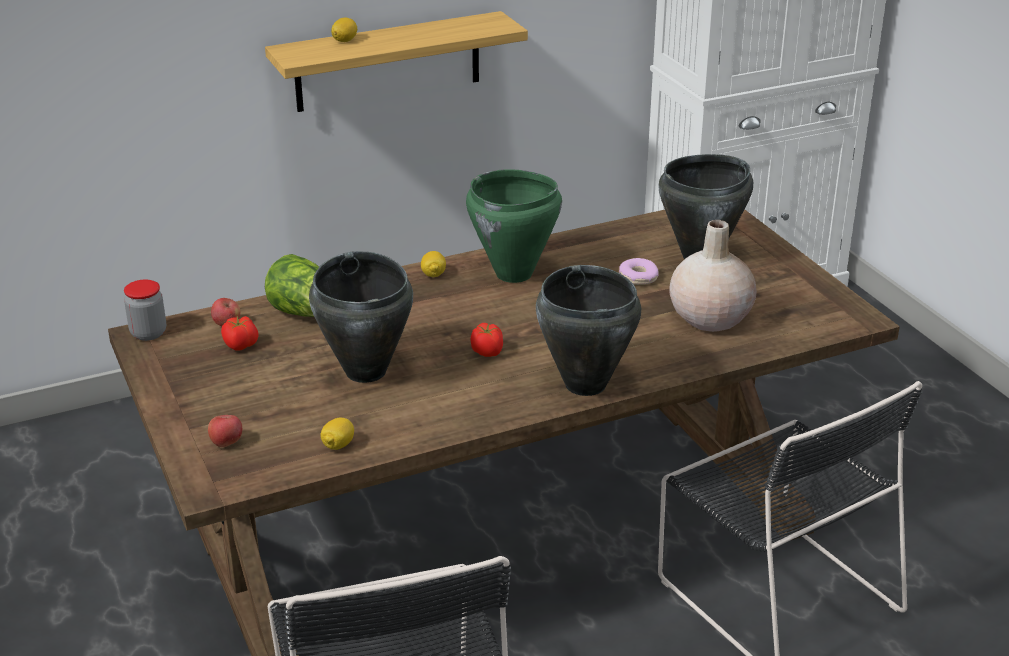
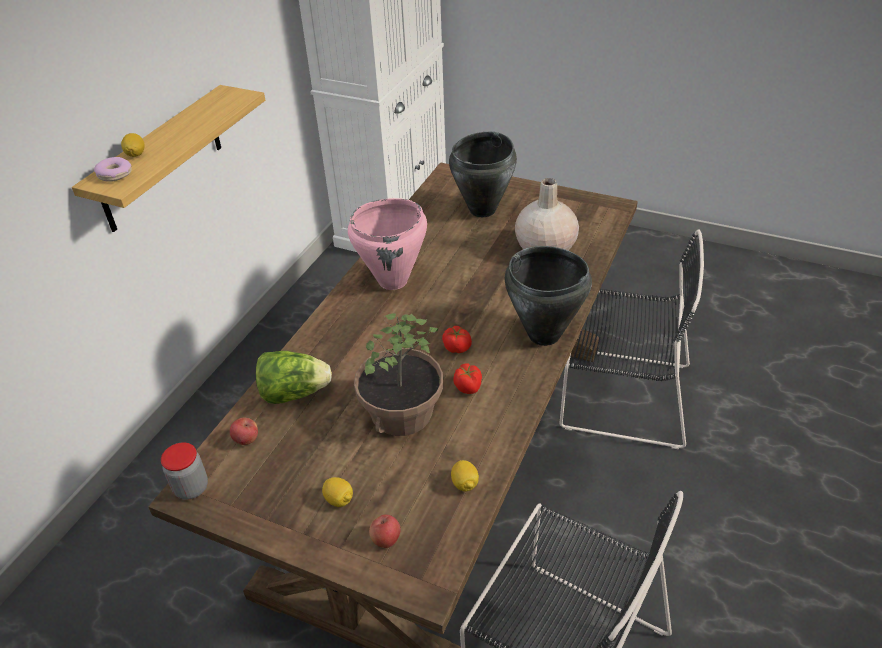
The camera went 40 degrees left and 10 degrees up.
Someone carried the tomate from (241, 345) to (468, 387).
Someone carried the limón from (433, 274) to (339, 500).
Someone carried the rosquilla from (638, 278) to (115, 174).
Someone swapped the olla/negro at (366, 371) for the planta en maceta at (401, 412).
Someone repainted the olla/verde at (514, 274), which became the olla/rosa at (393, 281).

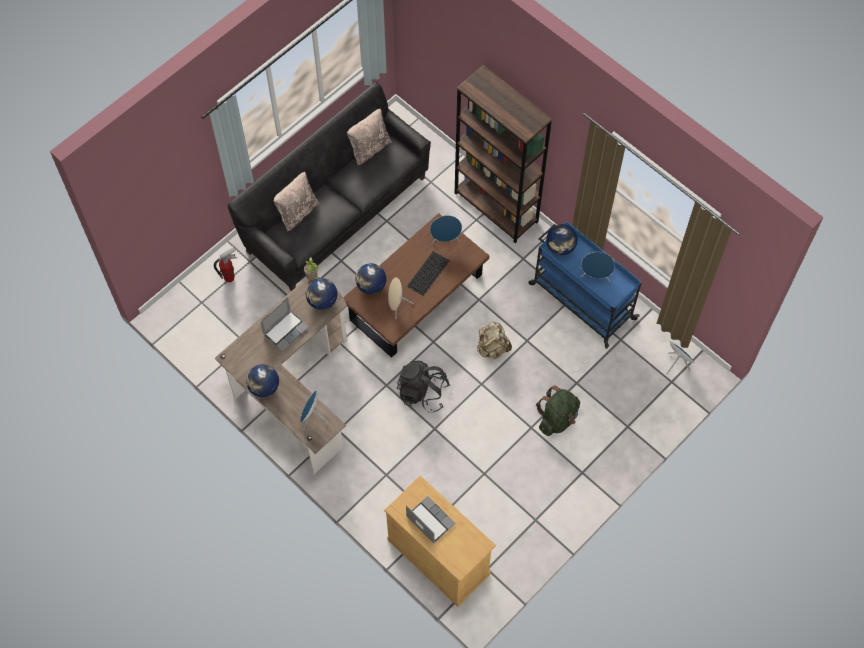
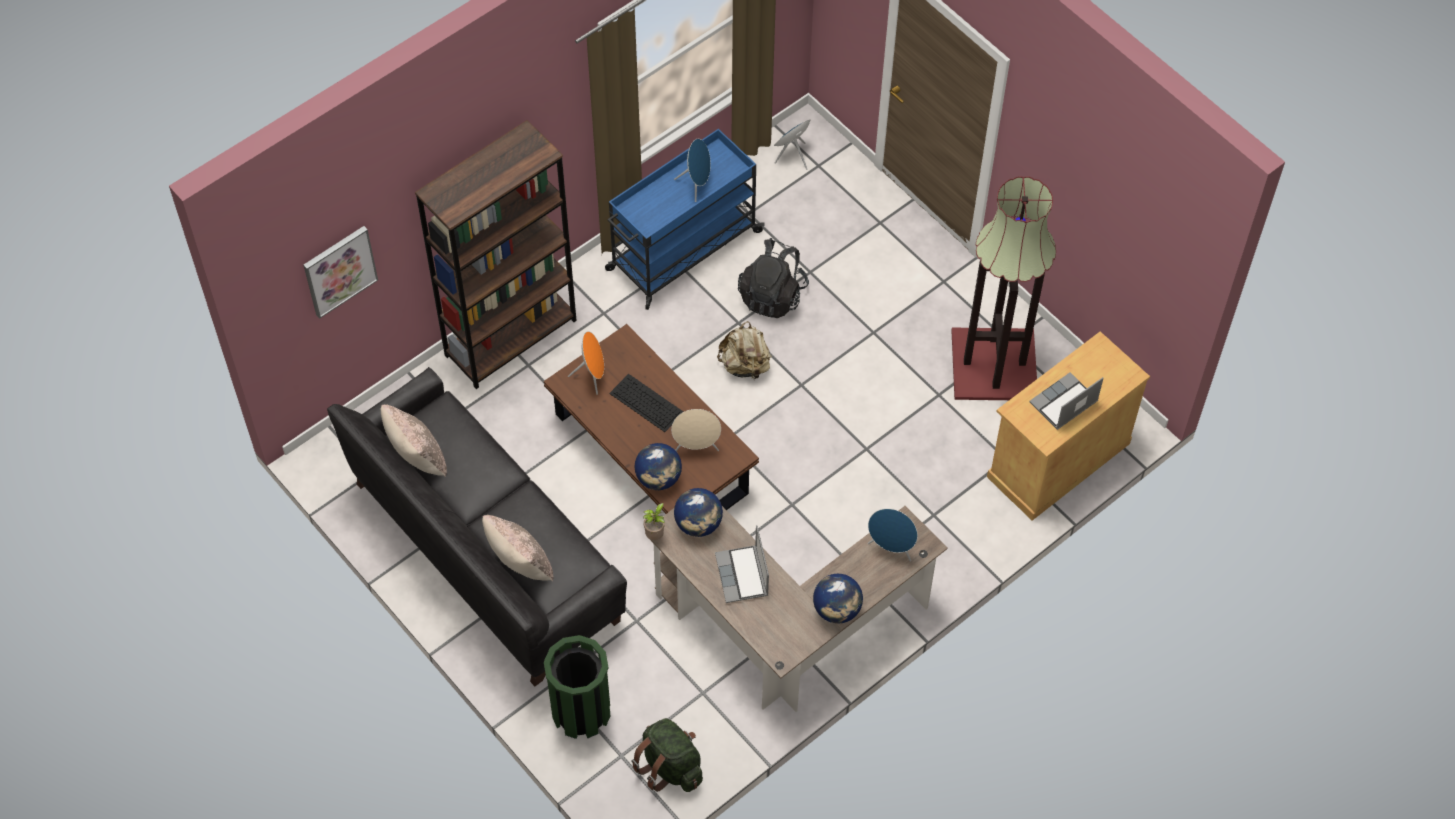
The camera went 85 degrees left and 5 degrees down.
Someone took away the globo terráqueo at (560, 247).
Someone put up the cuadro at (339, 270).
Someone put down the lámpara de pie at (995, 366).
Someone carried the mochila/negro from (422, 392) to (772, 295).
Someone carried the mochila/verde from (557, 418) to (670, 766).
Someone swapped the extintor at (229, 278) for the papelera/verde at (581, 712).
Someone repainted the altavoz/azul at (445, 240), which became the altavoz/naranja at (592, 376).
Someone rotated the portátil at (286, 330) by 150 degrees counterclockwise.

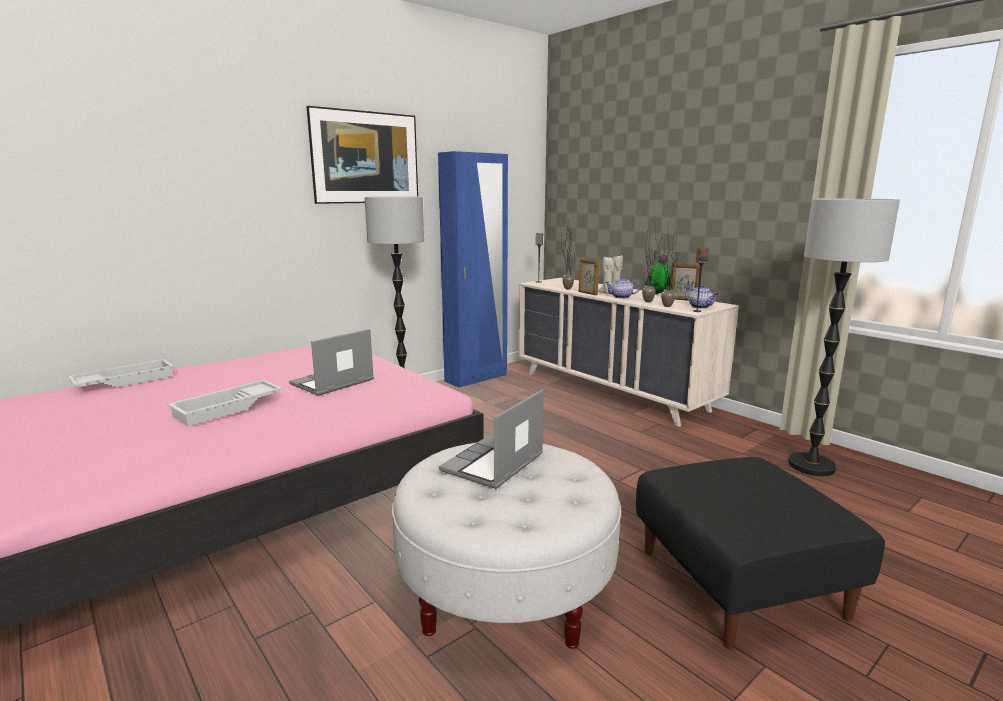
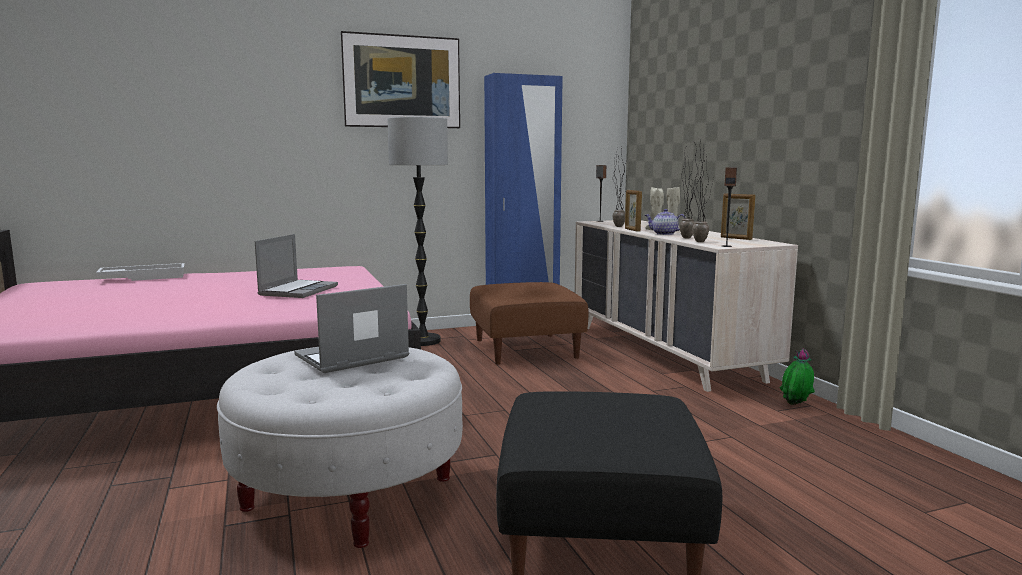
The camera went 20 degrees right and 5 degrees down.
Someone took away the bandeja/blanco at (228, 408).
Someone took away the tetera at (700, 307).
Someone took away the lámpara de pie at (811, 466).
Someone put down the puf/marrón at (526, 348).
Someone carried the planta en maceta from (658, 294) to (795, 405).
Someone rotated the portátil at (332, 383) by 135 degrees clockwise.

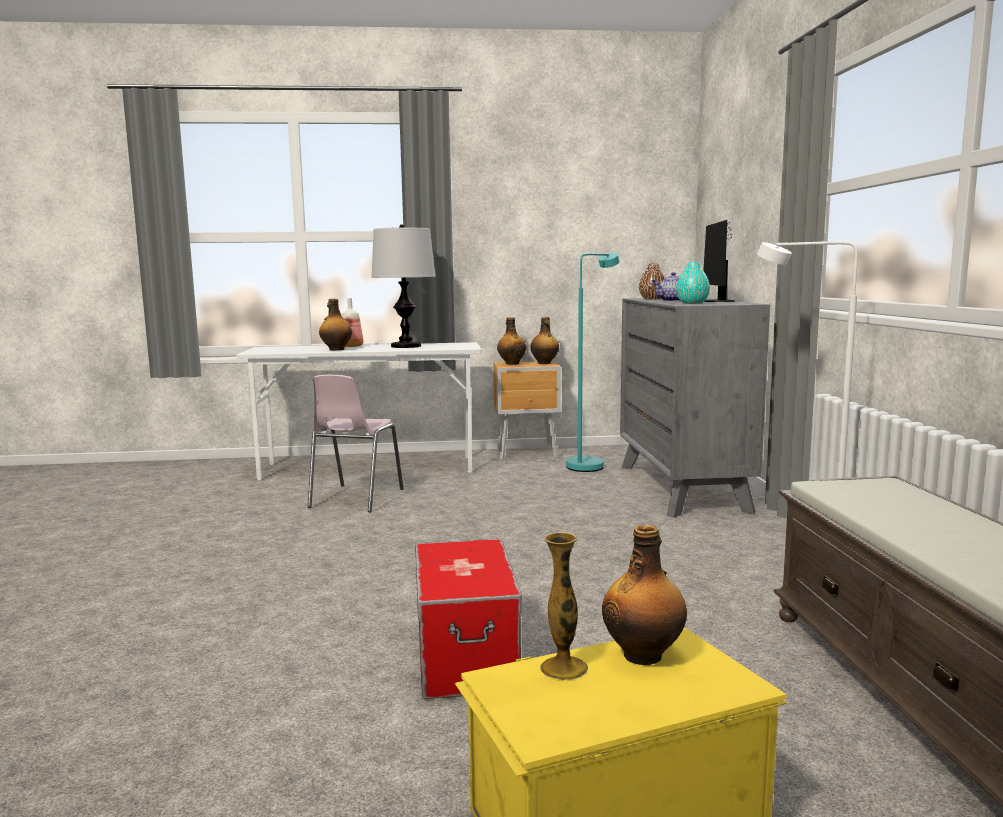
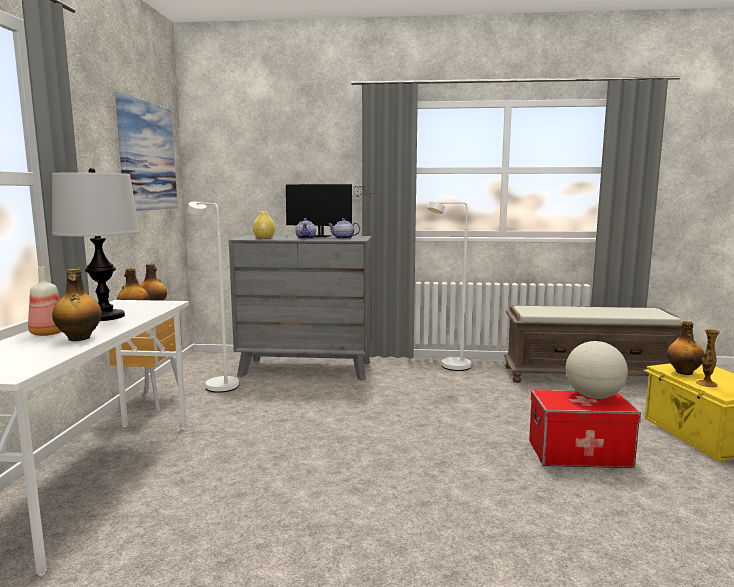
The camera went 80 degrees left and 0 degrees up.
Someone took away the silla/rosa at (355, 499).
Someone put up the cuadro at (147, 156).
Someone put down the globo terráqueo at (593, 397).
Someone swapped the florero/turquesa at (692, 303) for the tetera at (343, 238).
Someone repainted the lámpara de pie/turquesa at (590, 464), which became the lámpara de pie/blanco at (218, 384).
Someone repainted the florero/marrón at (652, 299), which became the florero/amarillo at (264, 238).

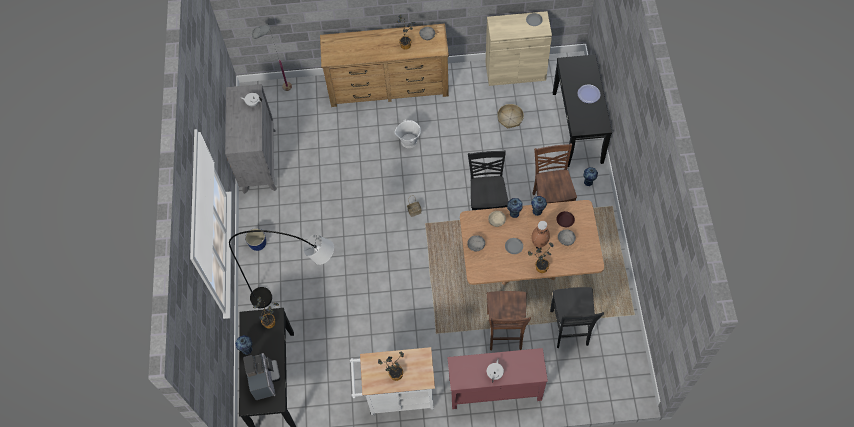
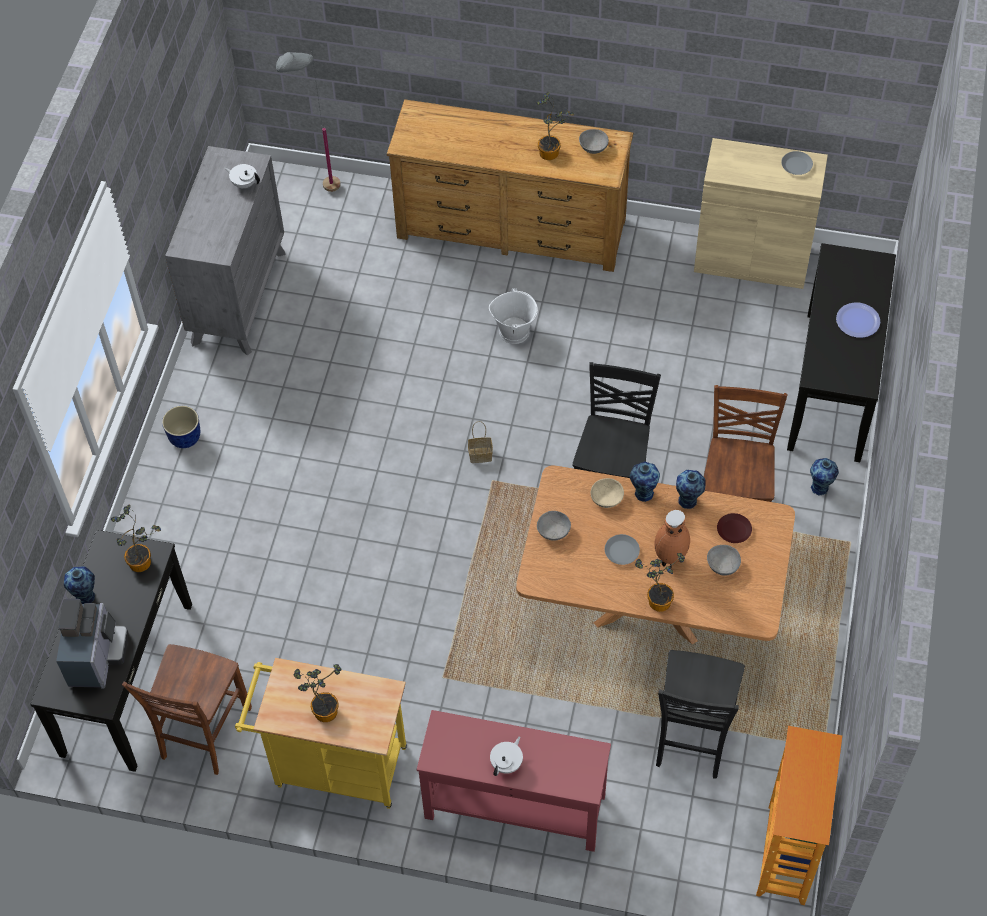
The camera went 15 degrees right and 5 degrees down.
Someone took away the lámpara de pie/gris at (302, 300).
Someone took away the cesta at (510, 118).
Someone put down the estantería at (787, 855).
Someone carried the silla/marrón from (505, 332) to (203, 734).
Someone repainted the carrito/blanco at (396, 395), which became the carrito/amarillo at (333, 765).

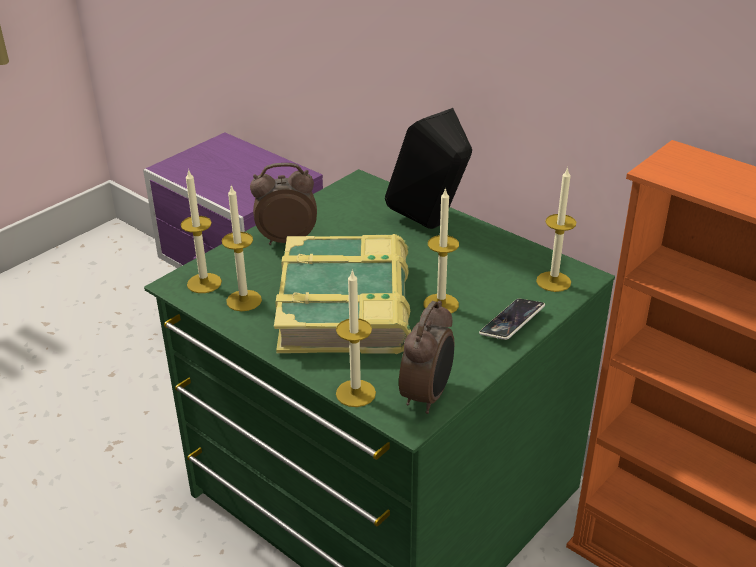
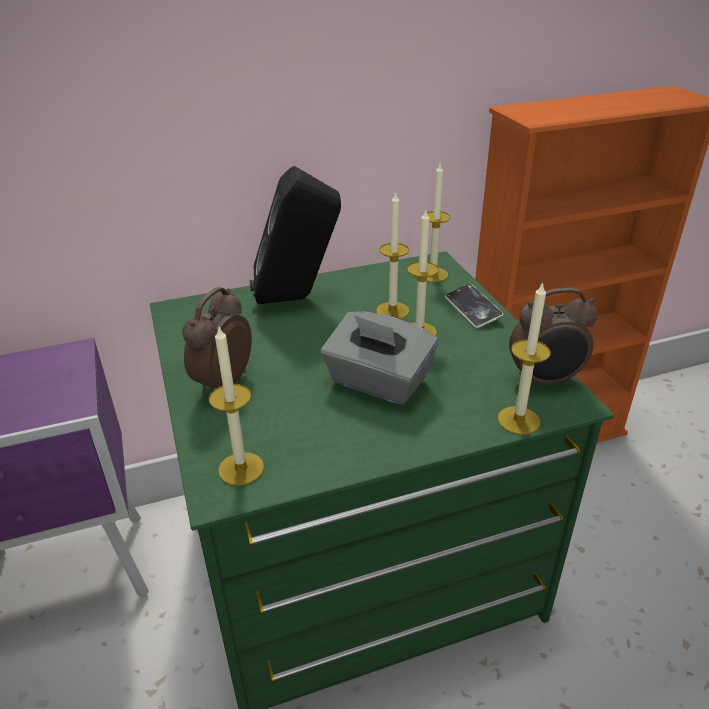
The camera went 60 degrees left and 0 degrees up.
Someone carried the vela from (244, 300) to (392, 311).
Someone swapped the libro at (347, 306) for the caja de pañuelos/gris at (378, 382).
Someone rotated the despertador at (427, 396) by 120 degrees clockwise.

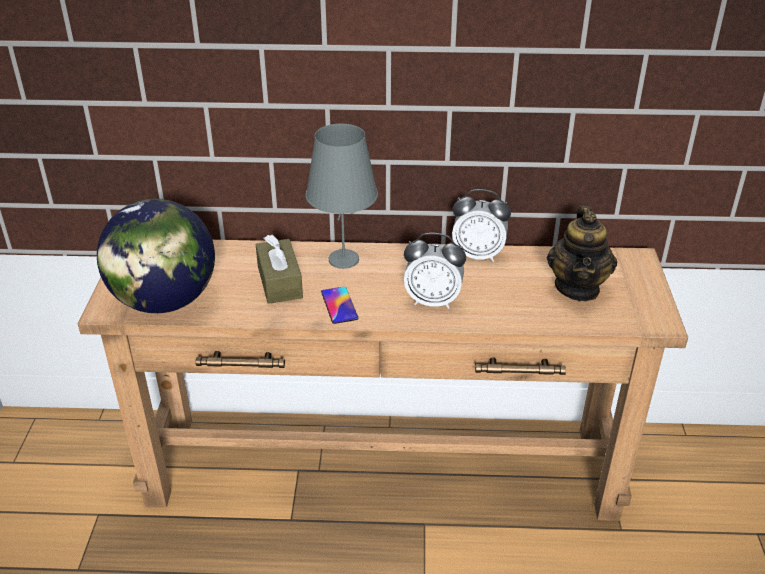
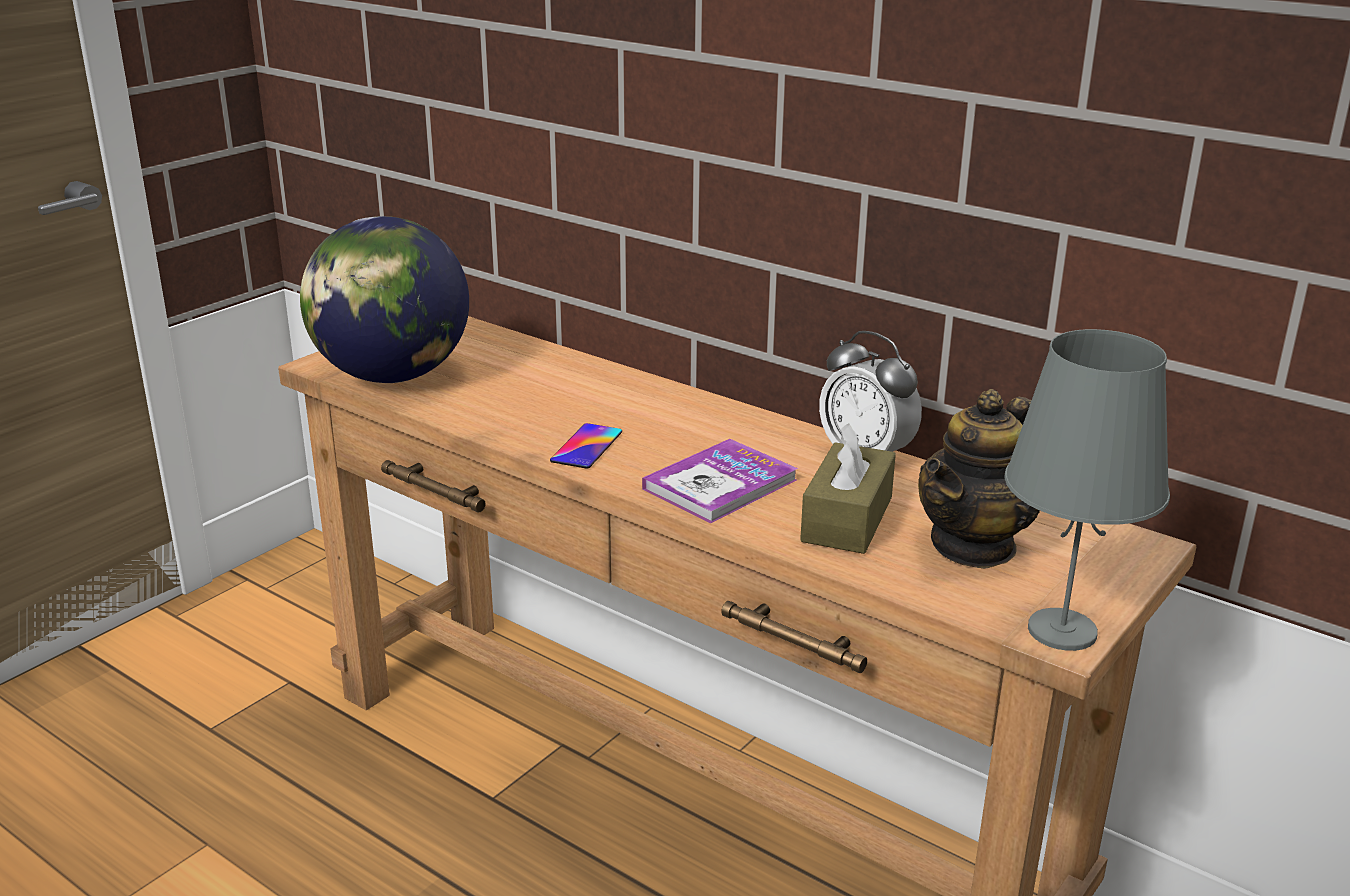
The camera went 35 degrees right and 10 degrees down.
Someone carried the caja de pañuelos/marrón from (279, 282) to (847, 519).
Someone carried the lámpara de mesa/gris from (343, 259) to (1062, 630).
Someone swapped the despertador at (433, 301) for the libro at (720, 484).

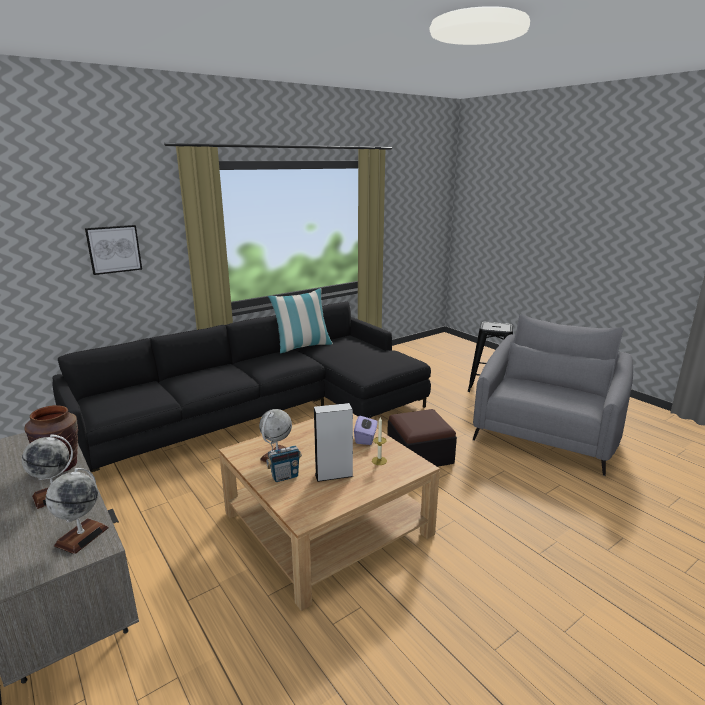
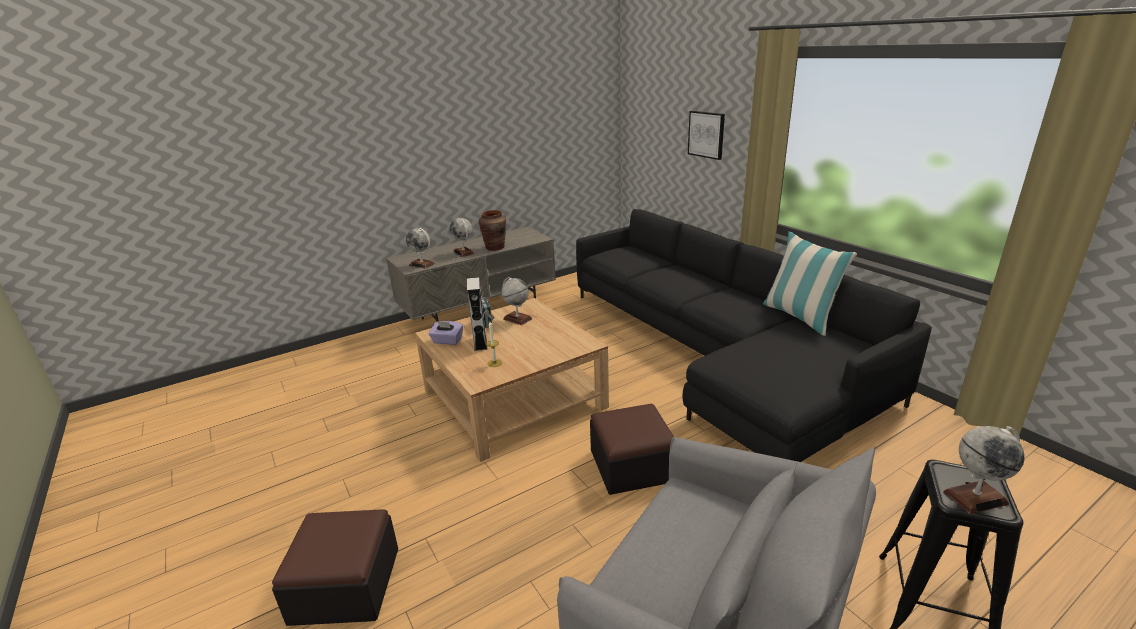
The camera went 95 degrees right and 5 degrees up.
Someone put down the puf at (345, 585).
Someone put down the globo terráqueo at (975, 497).
Someone carried the caja de pañuelos/morado from (365, 438) to (447, 341).

